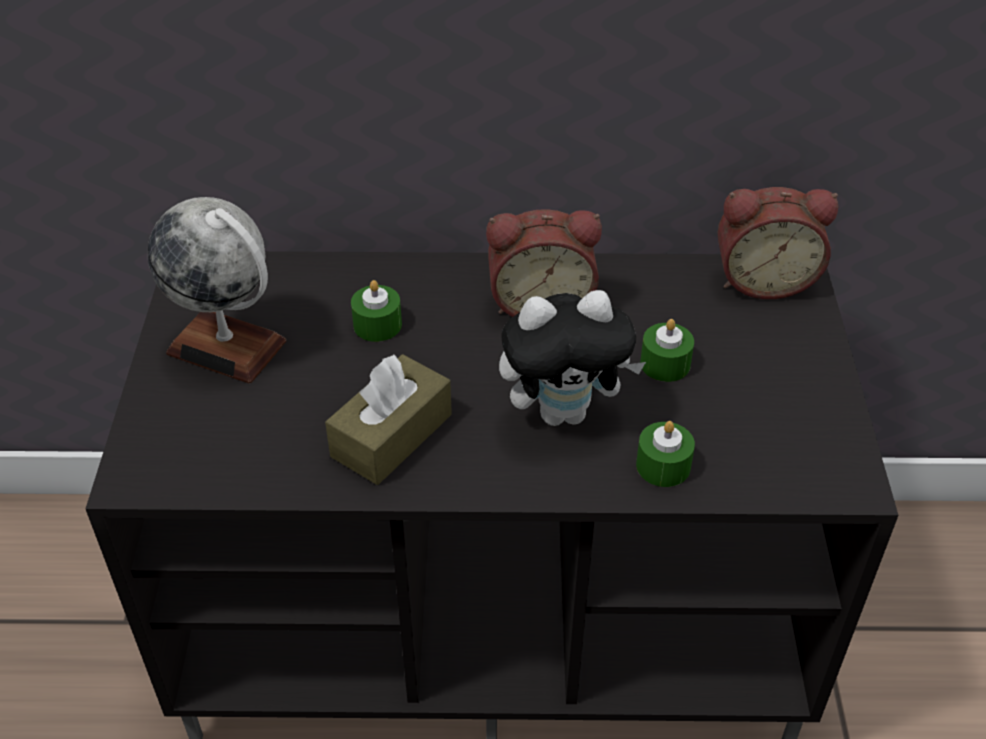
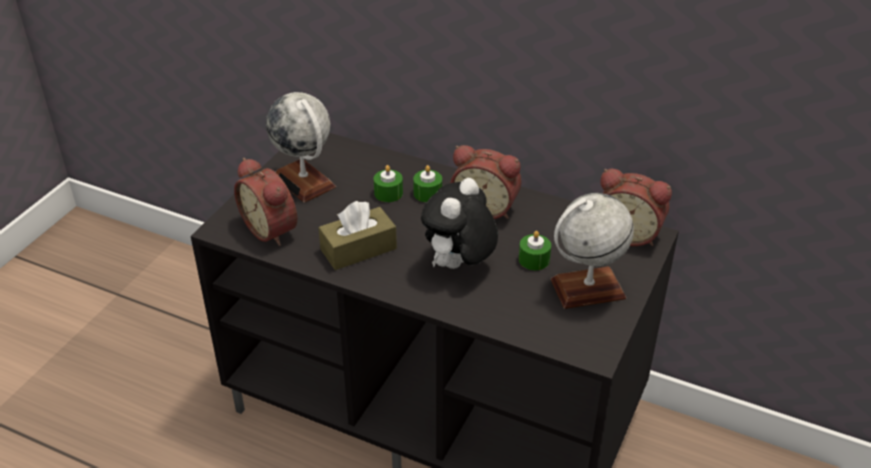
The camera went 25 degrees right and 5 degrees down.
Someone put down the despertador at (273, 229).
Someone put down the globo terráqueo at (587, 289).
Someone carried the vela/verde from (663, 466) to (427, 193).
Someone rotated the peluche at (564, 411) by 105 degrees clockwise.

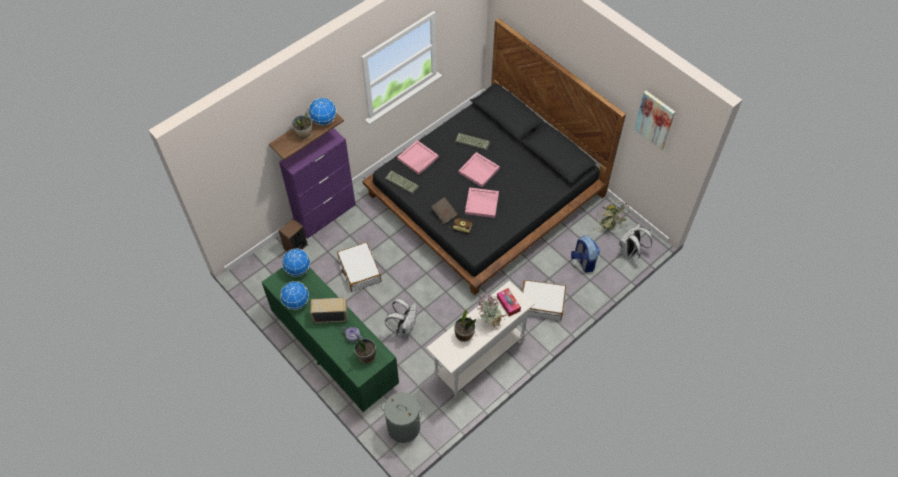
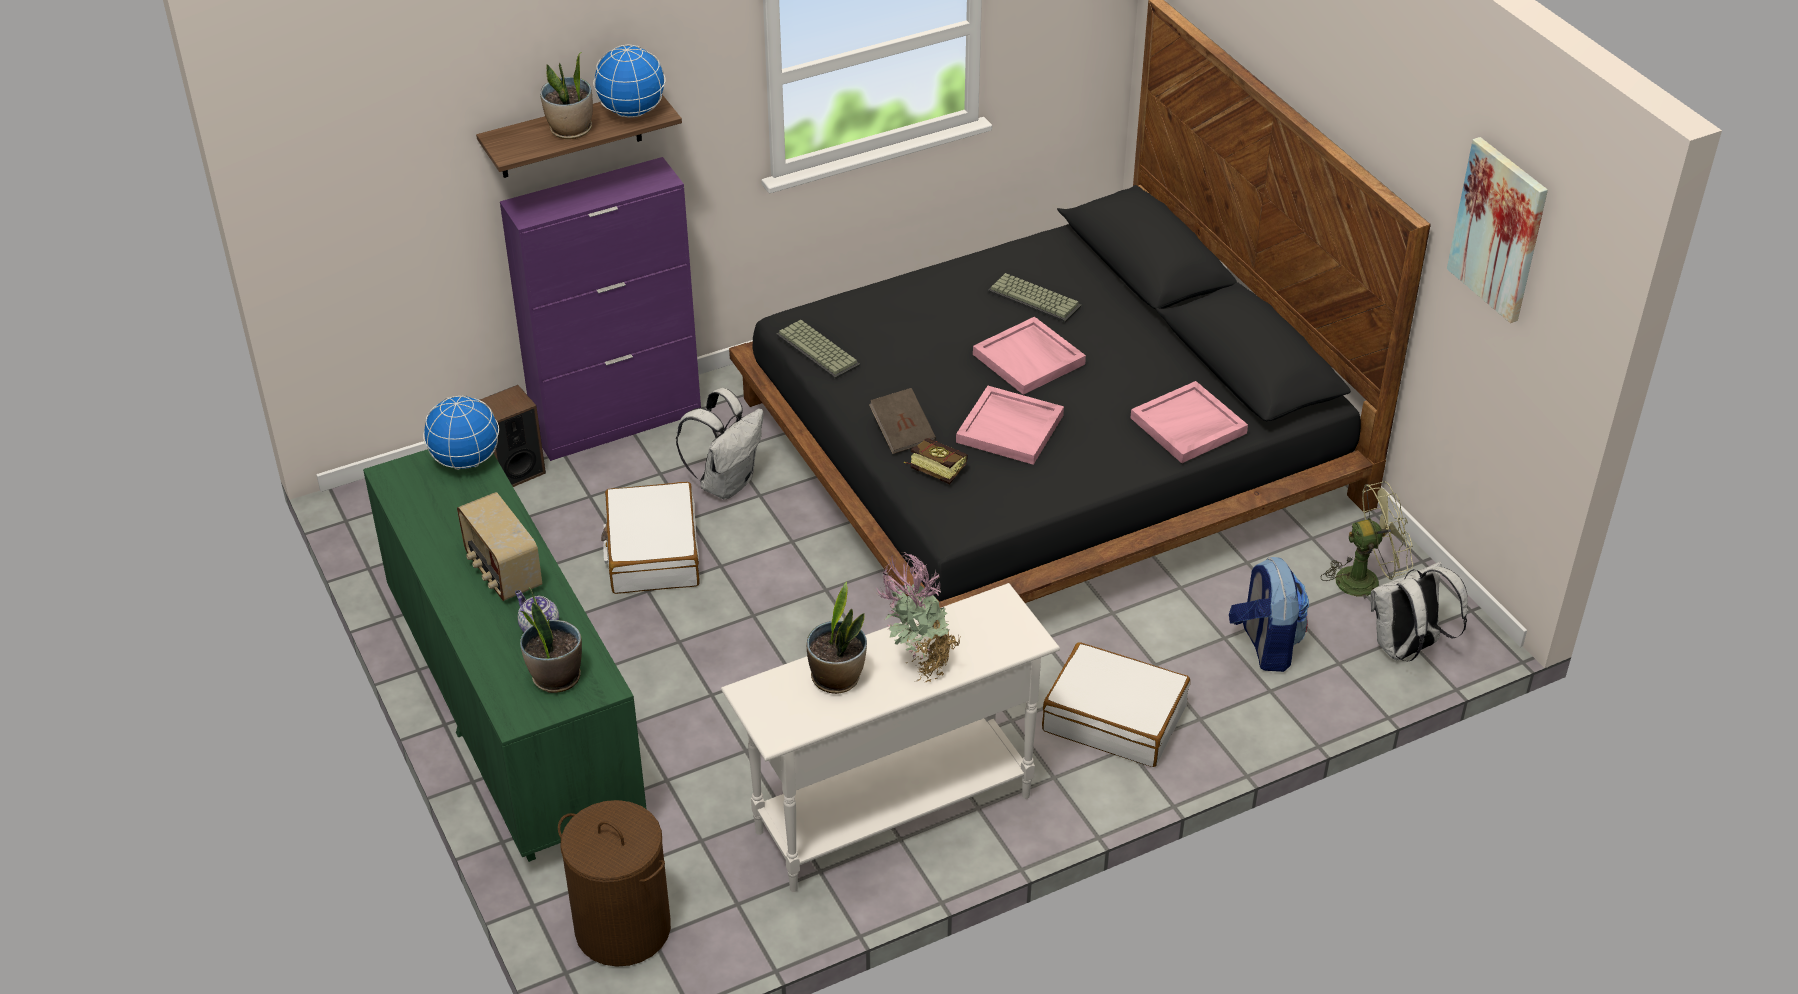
The camera went 15 degrees right and 15 degrees down.
Someone took away the globo terráqueo at (296, 302).
Someone took away the caja de pañuelos at (508, 304).
Someone carried the mochila/blanco from (404, 328) to (726, 483).
Someone carried the bandeja/rosa from (418, 158) to (1188, 426).
Someone repainted the cesto de la ropa/gris at (403, 427), which became the cesto de la ropa/marrón at (622, 928).
Someone rotated the radio at (330, 316) by 135 degrees counterclockwise.
Someone rotated the ventilador/verde at (610, 226) by 105 degrees counterclockwise.

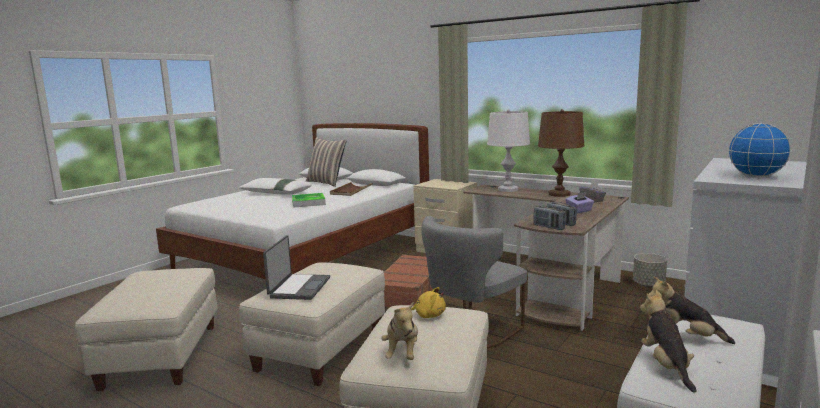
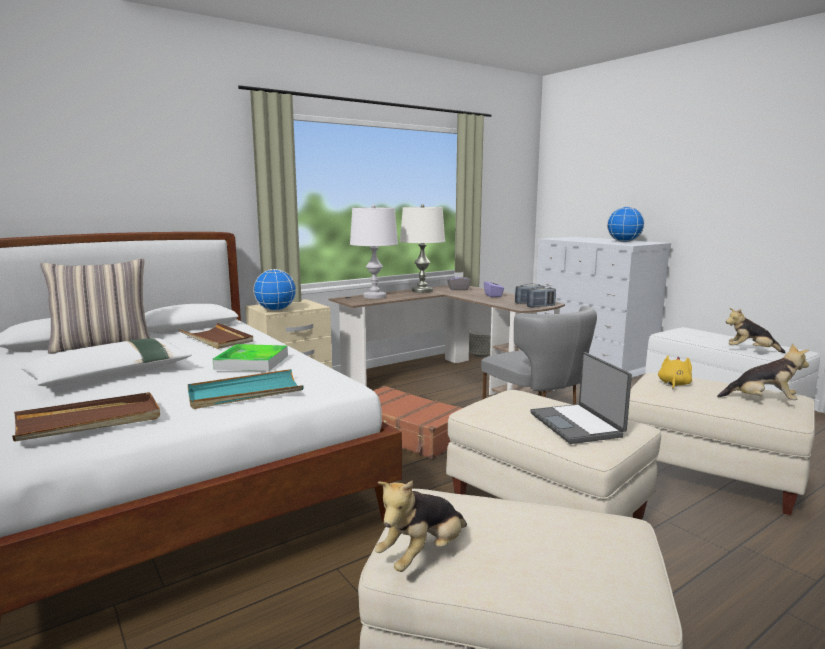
The camera went 70 degrees left and 0 degrees up.
Someone put down the bandeja/marrón at (90, 421).
Someone put down the bandeja/turquesa at (245, 393).
Someone put down the globo terráqueo at (276, 310).
Someone carried the peluche from (685, 337) to (423, 555).
Someone repainted the lámpara de mesa/marrón at (559, 194), which became the lámpara de mesa/blanco at (422, 291).
Someone rotated the portátil at (298, 288) by 135 degrees counterclockwise.

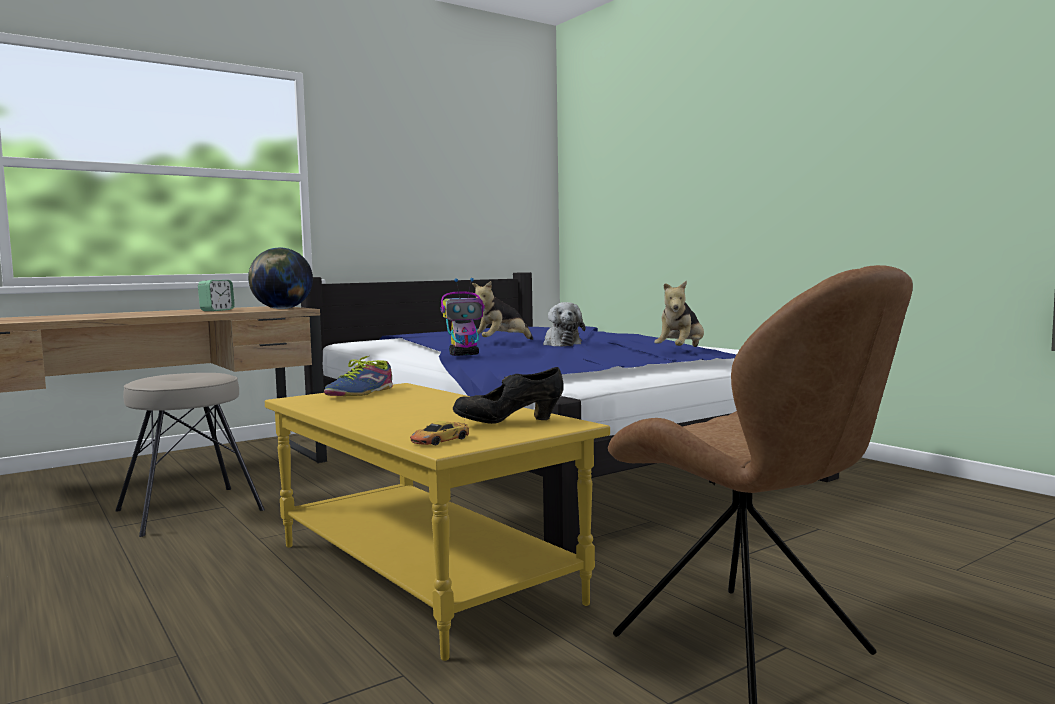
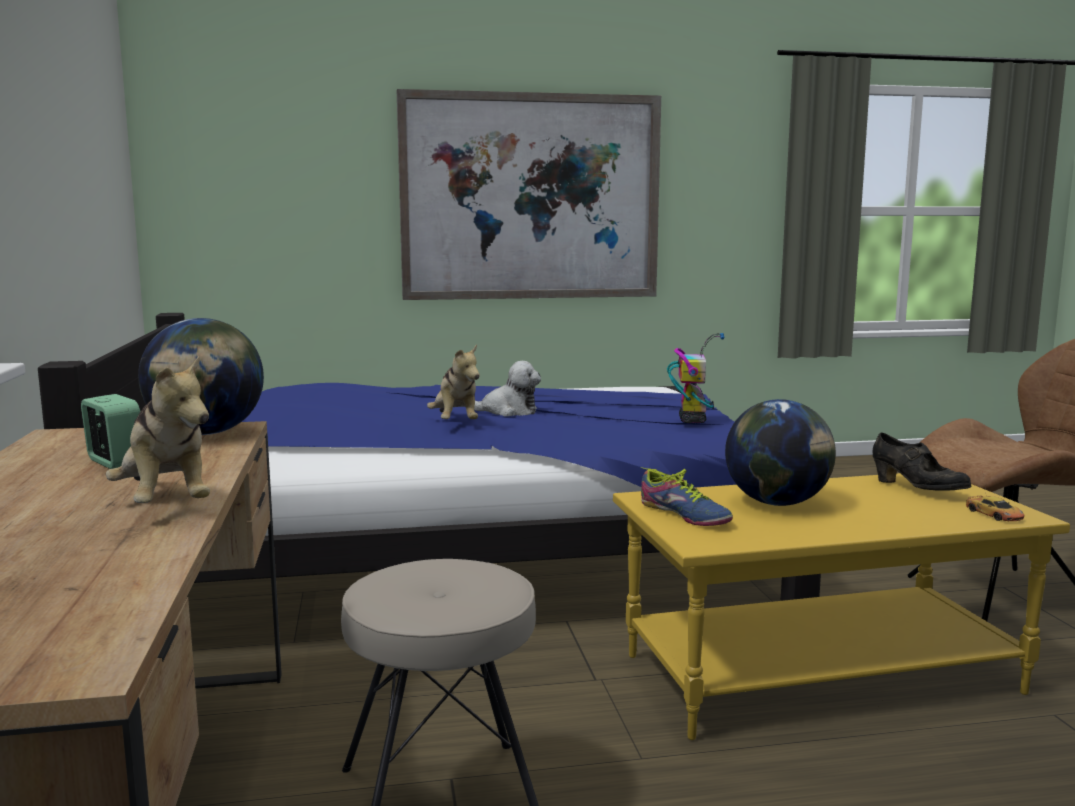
The camera went 65 degrees left and 5 degrees up.
Someone put up the cuadro at (530, 197).
Someone put down the globo terráqueo at (777, 503).
Someone carried the robot de juguete from (464, 355) to (692, 420).
Someone carried the peluche from (681, 351) to (165, 503).
Someone rotated the zapato/negro at (509, 422) by 45 degrees counterclockwise.

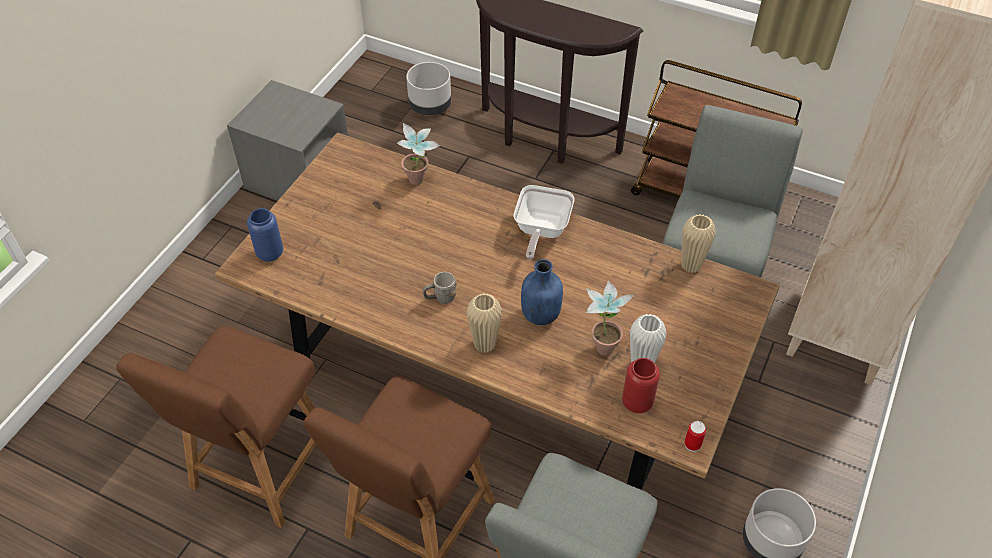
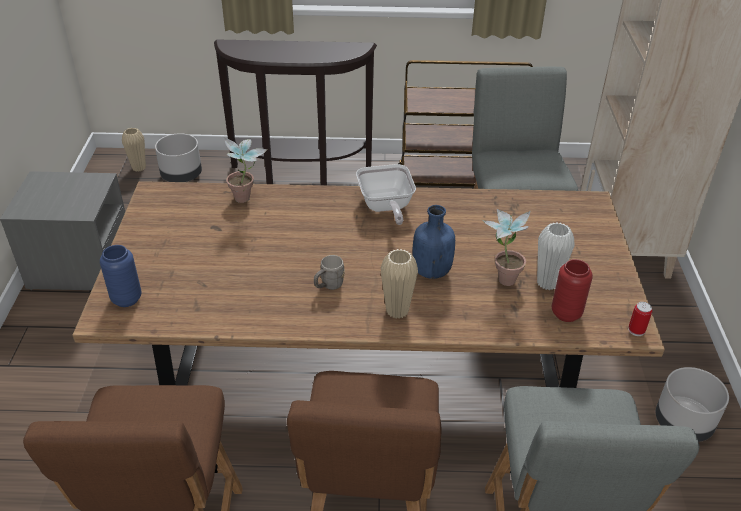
The camera went 25 degrees left and 10 degrees down.
Someone carried the florero/beis from (691, 265) to (139, 168).

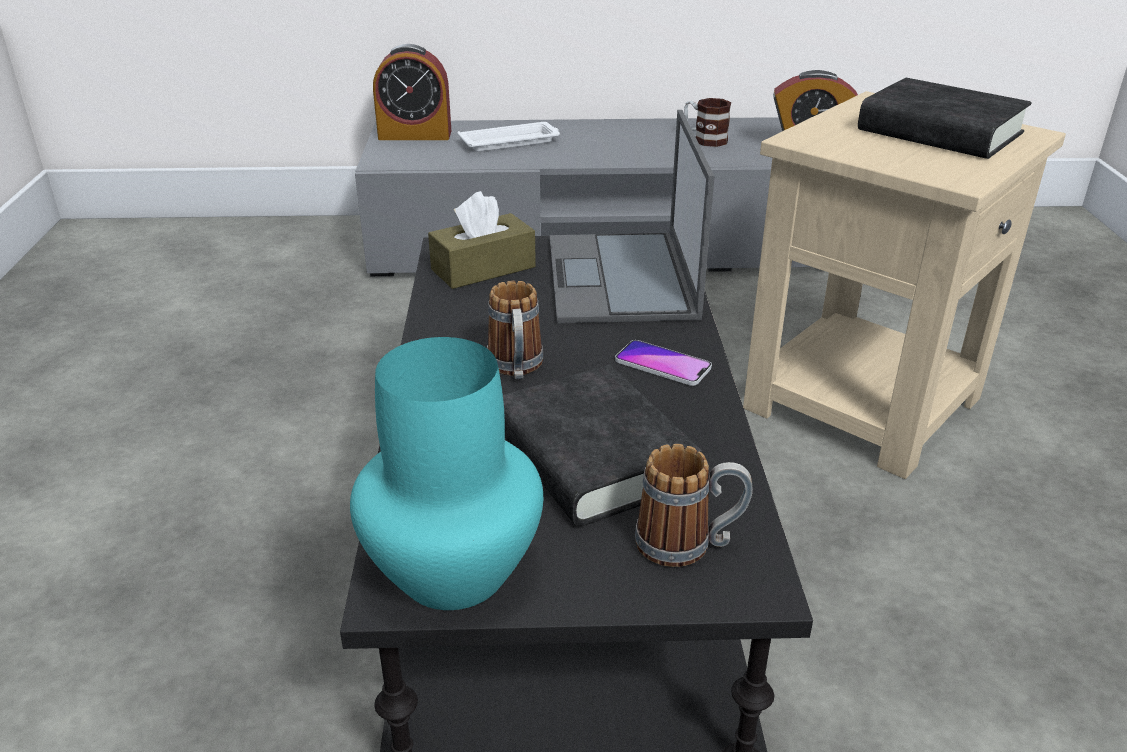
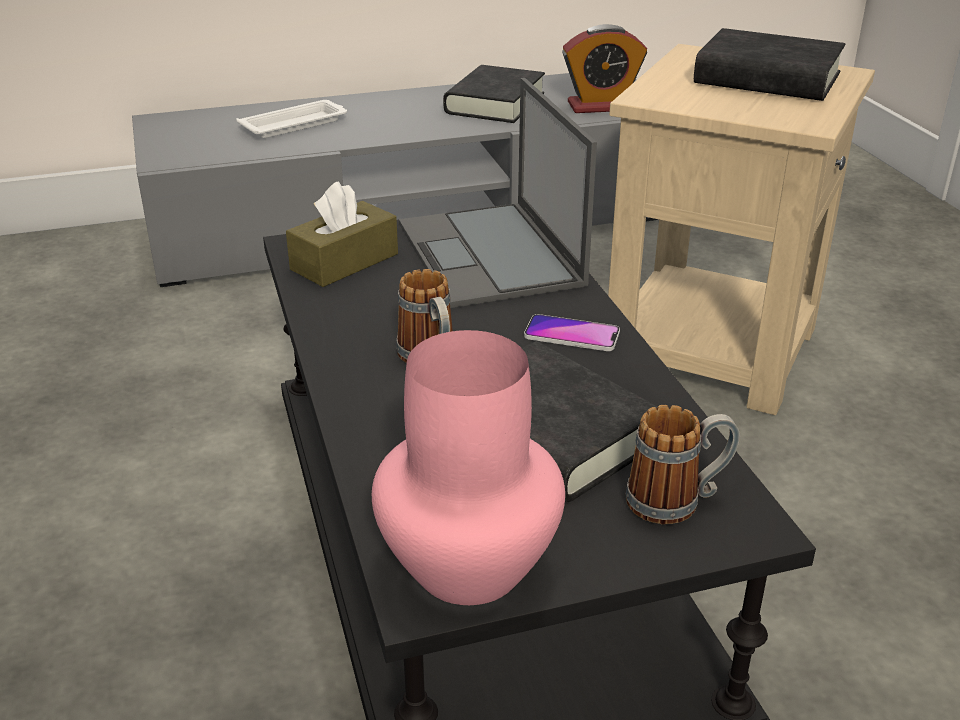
The camera went 15 degrees left and 0 degrees up.
Someone took away the despertador at (415, 135).
Someone swapped the taza grande at (704, 139) for the libro/negro at (495, 103).
Someone repainted the florero/turquesa at (450, 572), which became the florero/rosa at (465, 567).

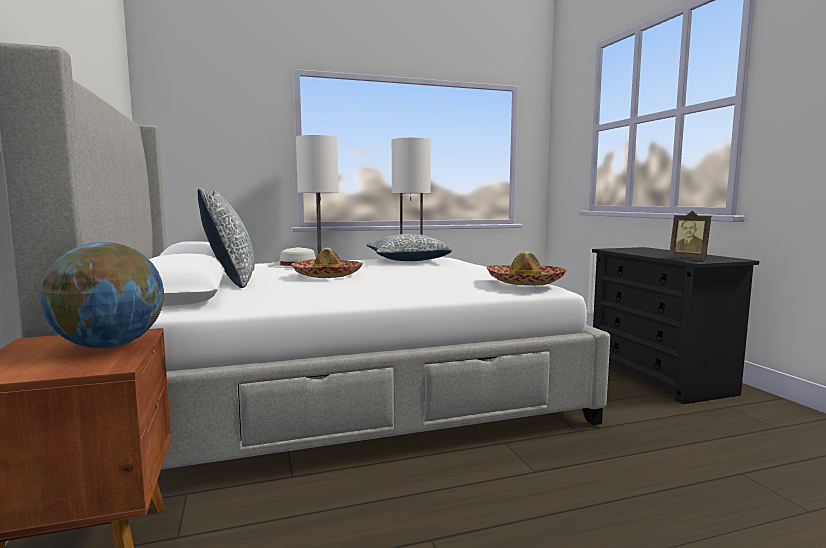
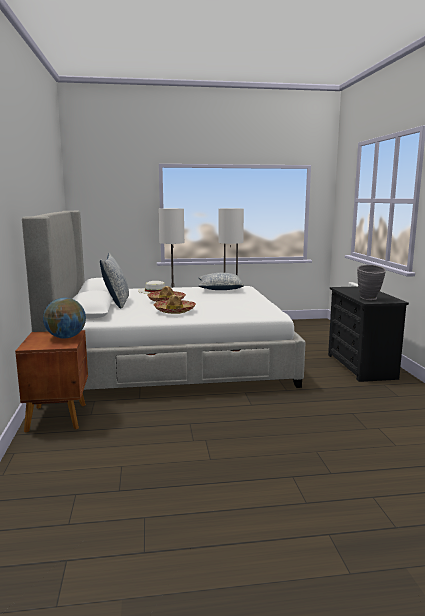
The camera went 10 degrees right and 5 degrees up.
Someone carried the sombrero from (525, 282) to (174, 311).
Someone swapped the portarretratos at (689, 258) for the florero/gris at (369, 299).

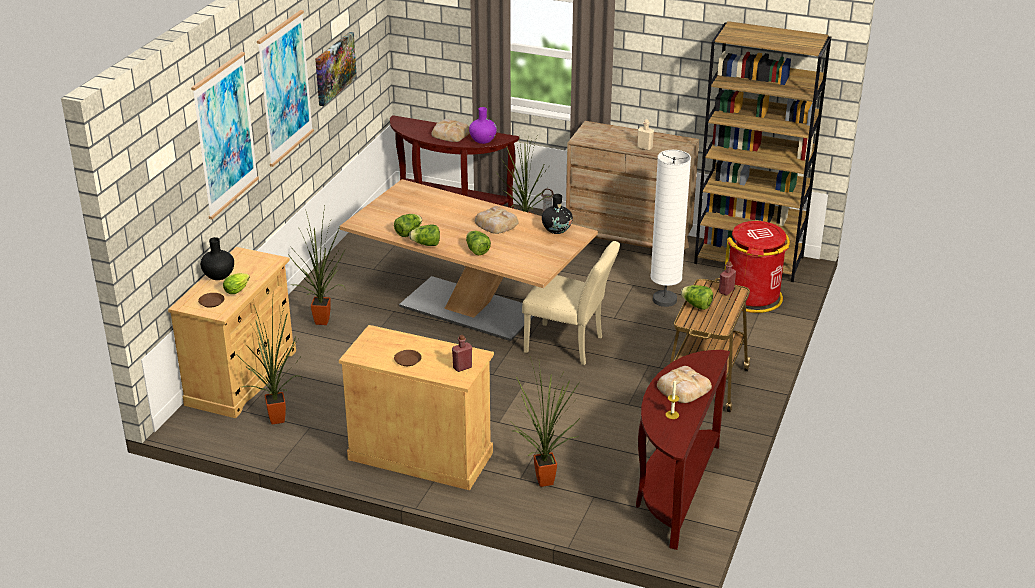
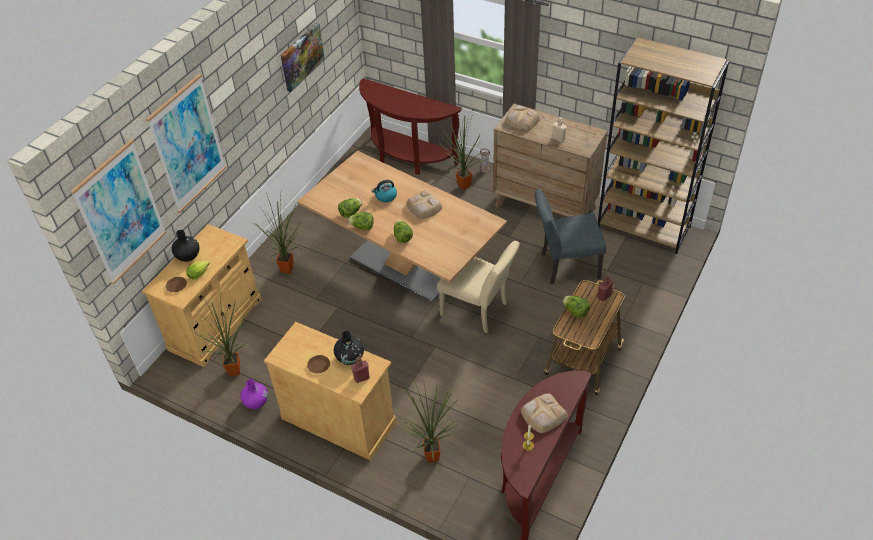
The camera went 10 degrees right and 15 degrees up.
Someone took away the papelera/rojo at (753, 297).
Someone put down the hervidor at (385, 196).
Someone carried the cuadro from (285, 88) to (121, 212).
Someone carried the pan from (450, 134) to (521, 120).
Someone carried the florero/morado from (483, 140) to (256, 402).
Someone carried the florero/negro from (556, 230) to (350, 357).
Someone swapped the lámpara de pie/blanco at (664, 300) for the silla/gris at (565, 266).

